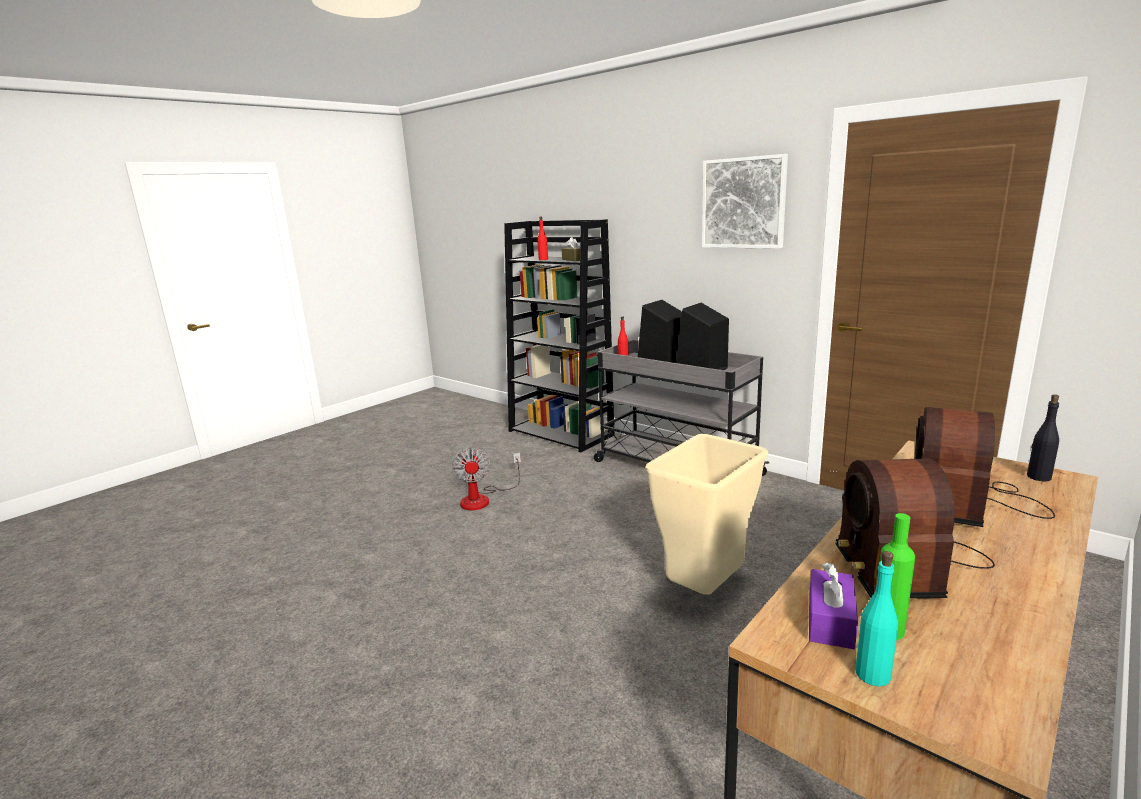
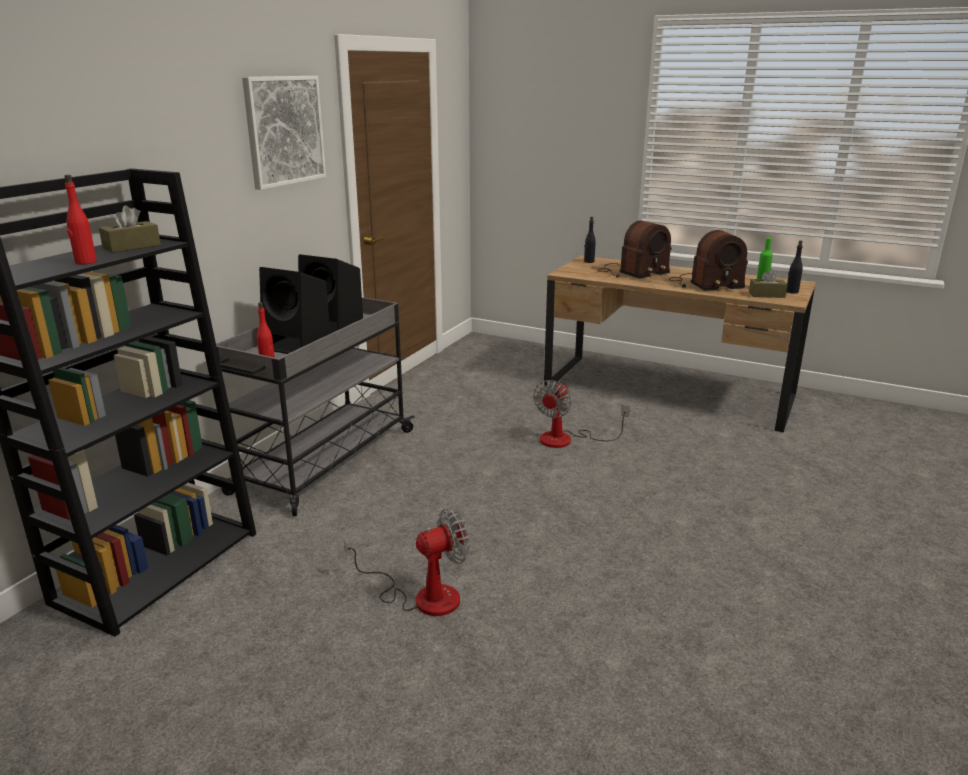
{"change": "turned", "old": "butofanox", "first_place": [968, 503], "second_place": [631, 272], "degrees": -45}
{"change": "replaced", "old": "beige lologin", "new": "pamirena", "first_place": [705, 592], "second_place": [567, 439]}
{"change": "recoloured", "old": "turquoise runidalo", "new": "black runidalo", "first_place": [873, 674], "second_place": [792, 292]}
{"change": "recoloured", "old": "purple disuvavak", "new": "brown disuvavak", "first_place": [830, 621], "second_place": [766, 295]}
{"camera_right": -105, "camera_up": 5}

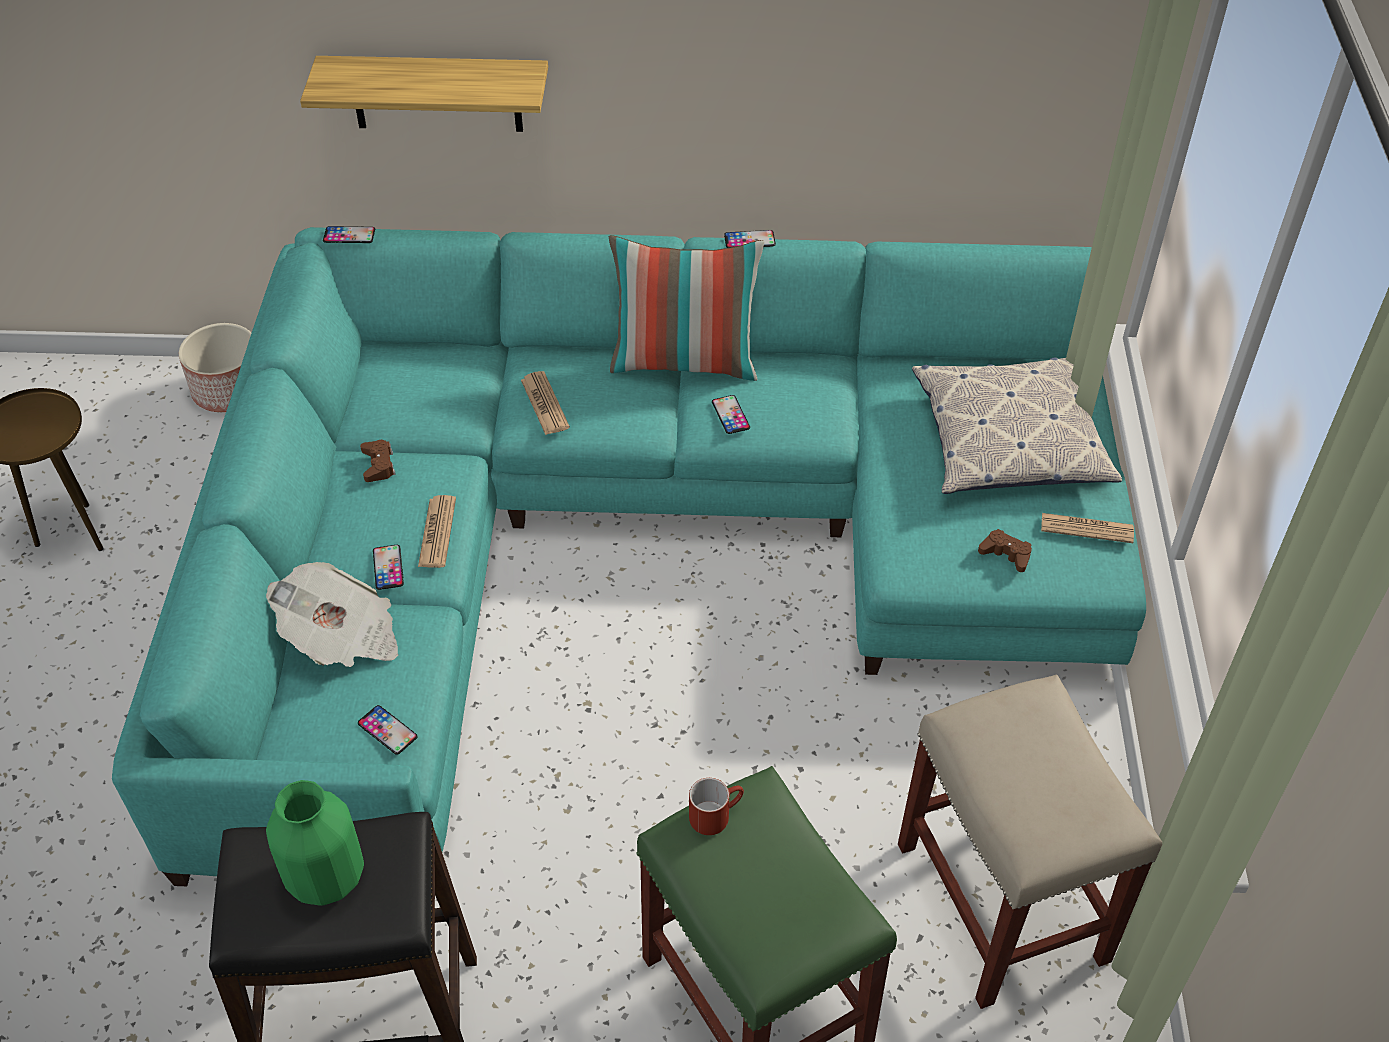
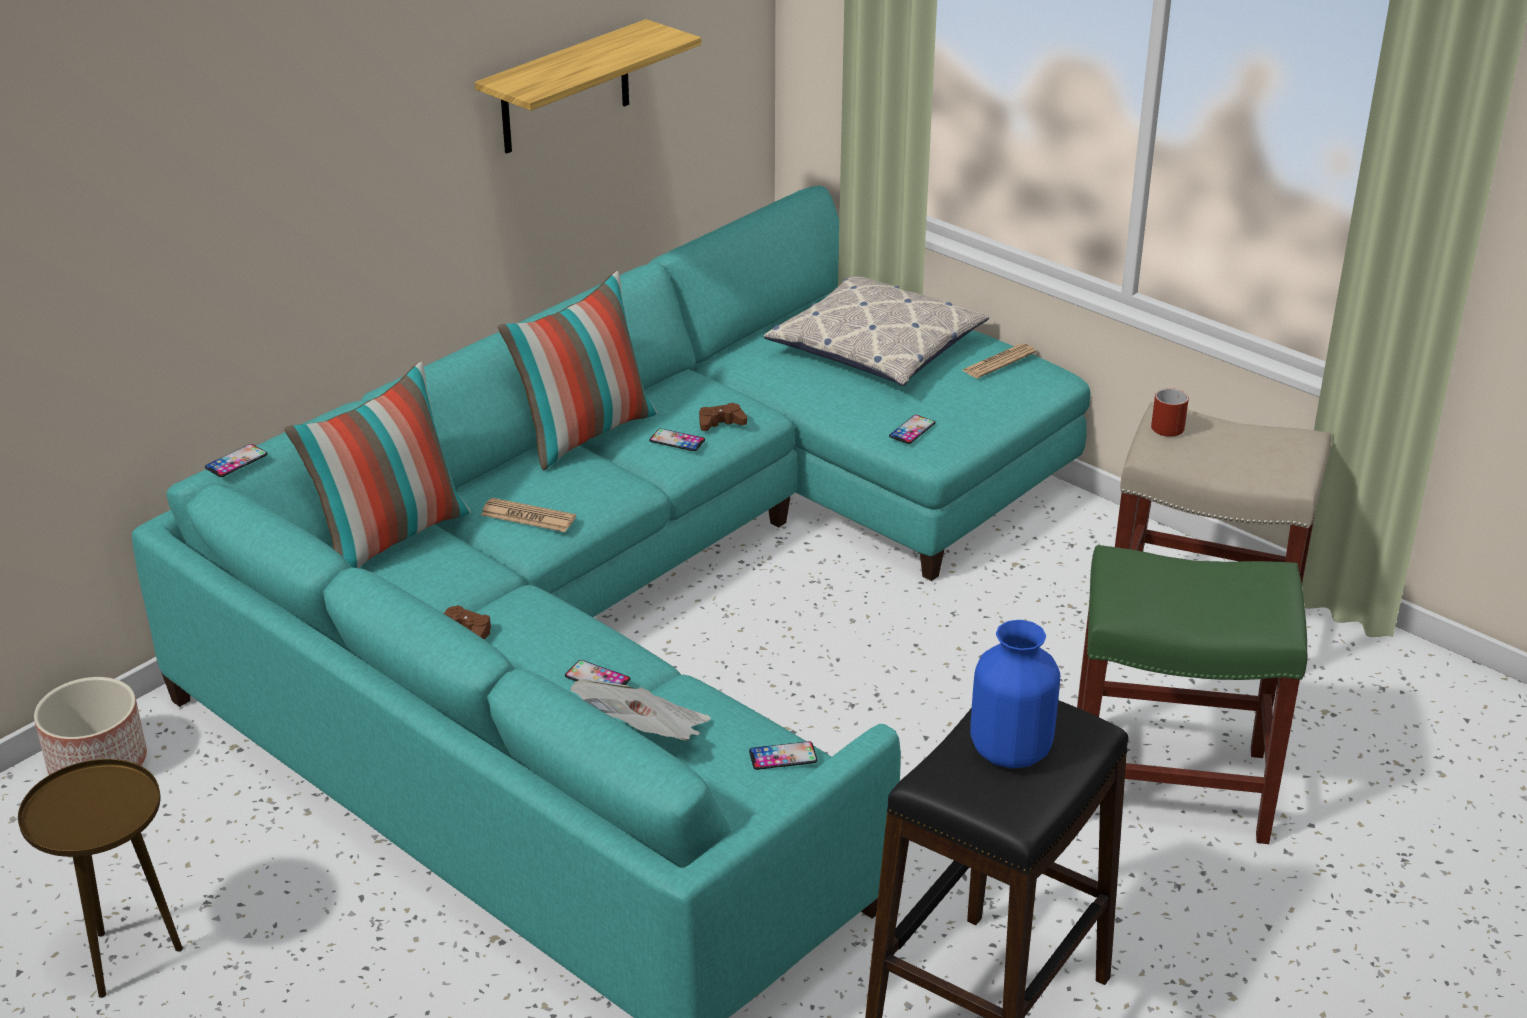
{"change": "moved", "old": "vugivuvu", "first_place": [436, 93], "second_place": [565, 88]}
{"change": "moved", "old": "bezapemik", "first_place": [749, 240], "second_place": [912, 430]}
{"change": "removed", "old": "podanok", "first_place": [437, 532]}
{"change": "moved", "old": "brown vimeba", "first_place": [1006, 554], "second_place": [721, 423]}
{"change": "moved", "old": "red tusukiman", "first_place": [715, 814], "second_place": [1167, 424]}
{"change": "recoloured", "old": "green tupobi", "new": "blue tupobi", "first_place": [327, 877], "second_place": [1011, 750]}
{"change": "added", "new": "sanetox", "second_place": [390, 537]}
{"camera_right": -50, "camera_up": -15}

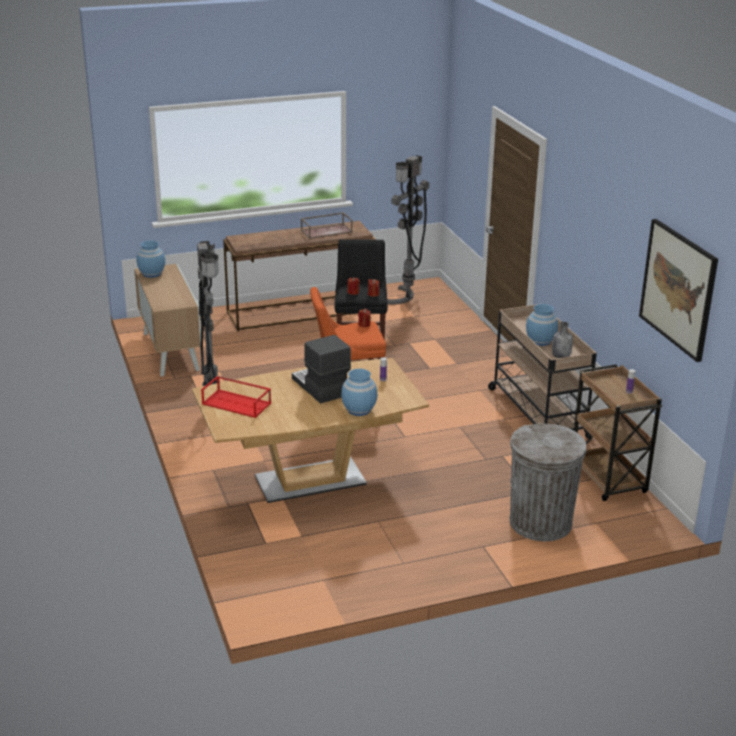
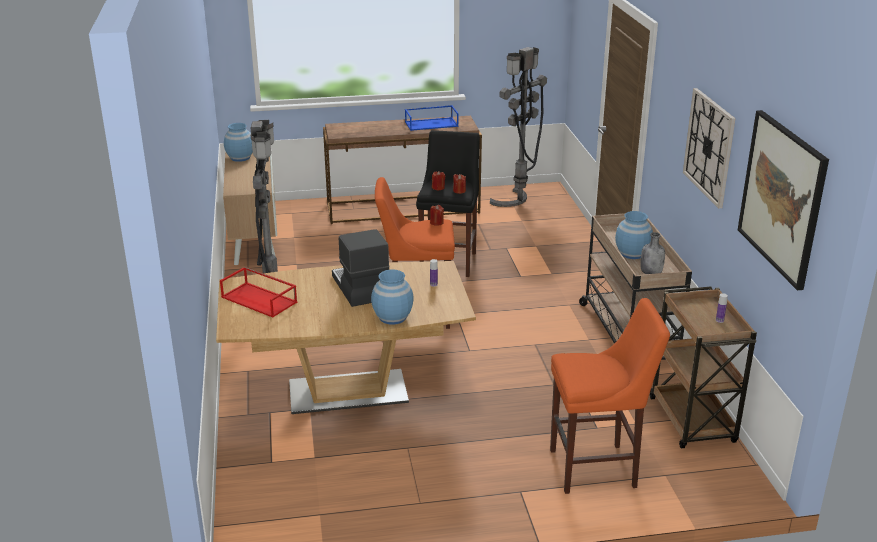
{"change": "recoloured", "old": "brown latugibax", "new": "blue latugibax", "first_place": [327, 231], "second_place": [432, 124]}
{"change": "replaced", "old": "grey lologin", "new": "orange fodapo", "first_place": [540, 523], "second_place": [597, 468]}
{"change": "added", "new": "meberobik", "second_place": [709, 147]}
{"camera_right": 10, "camera_up": 0}

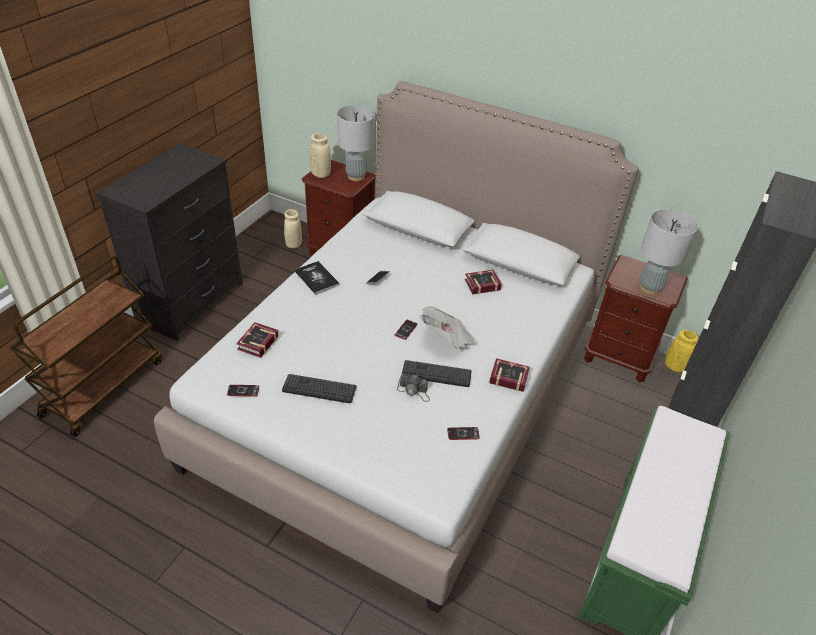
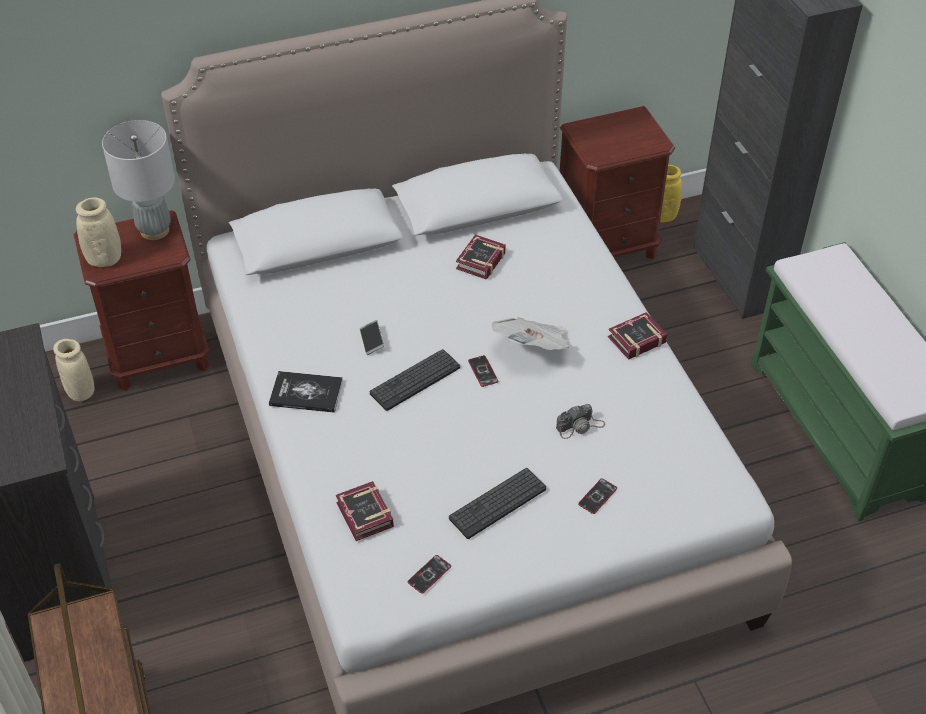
{"change": "removed", "old": "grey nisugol", "first_place": [649, 288]}
{"change": "moved", "old": "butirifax", "first_place": [436, 374], "second_place": [415, 380]}
{"change": "moved", "old": "bezapemik", "first_place": [463, 434], "second_place": [597, 496]}
{"camera_right": -45, "camera_up": 5}

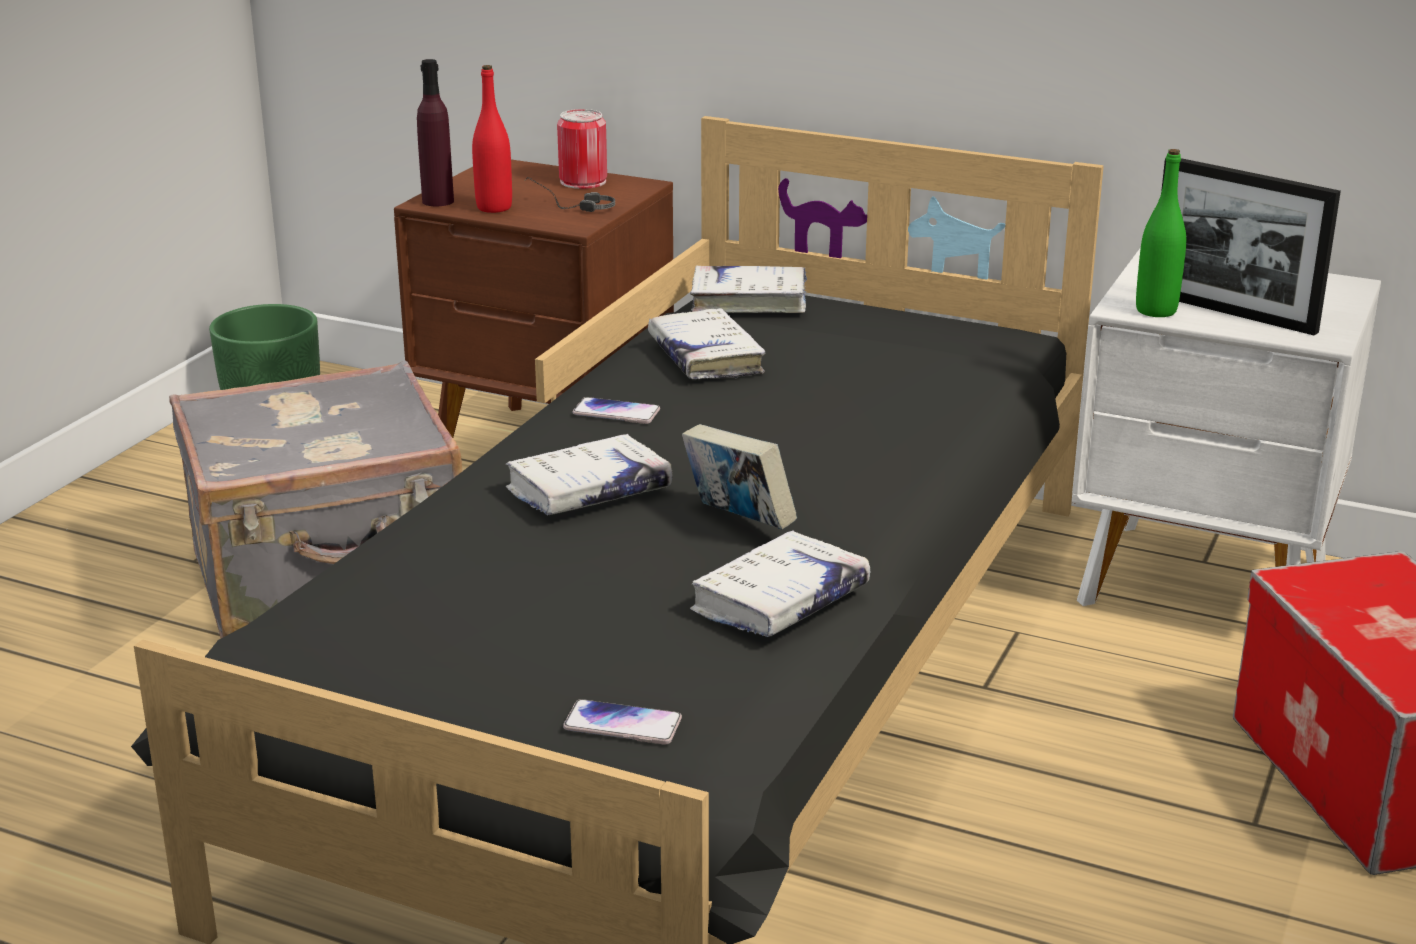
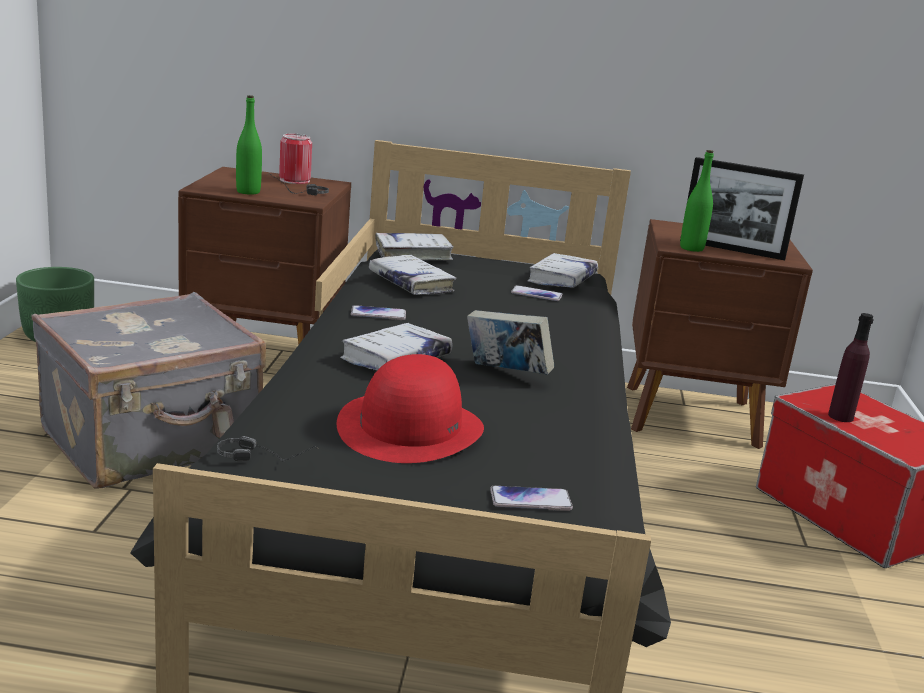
{"change": "moved", "old": "purple runidalo", "first_place": [438, 201], "second_place": [840, 416]}
{"change": "recoloured", "old": "red runidalo", "new": "green runidalo", "first_place": [494, 207], "second_place": [248, 192]}
{"change": "recoloured", "old": "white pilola", "new": "brown pilola", "first_place": [1205, 586], "second_place": [693, 417]}
{"change": "moved", "old": "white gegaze", "first_place": [780, 601], "second_place": [562, 279]}
{"change": "added", "new": "bezapemik", "second_place": [536, 294]}
{"change": "added", "new": "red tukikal", "second_place": [410, 427]}
{"change": "added", "new": "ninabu", "second_place": [268, 458]}
{"camera_right": -20, "camera_up": -5}

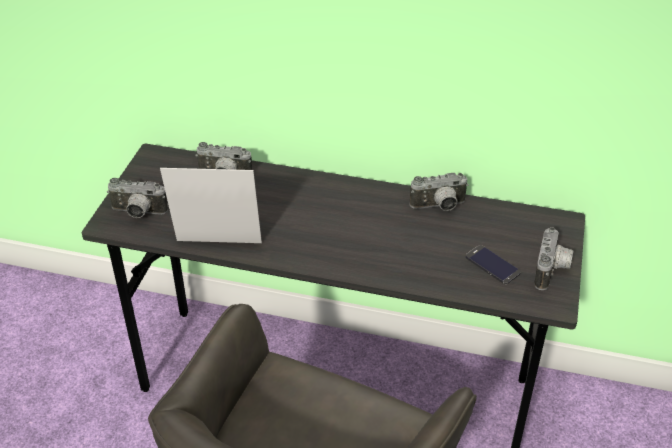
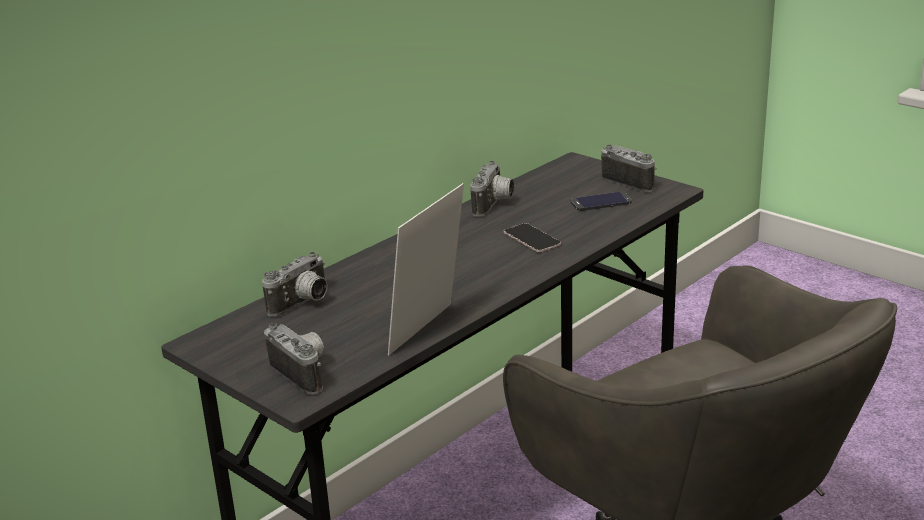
{"change": "turned", "old": "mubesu", "first_place": [138, 213], "second_place": [304, 373], "degrees": -75}
{"change": "added", "new": "bezapemik", "second_place": [532, 238]}
{"camera_right": -60, "camera_up": -15}

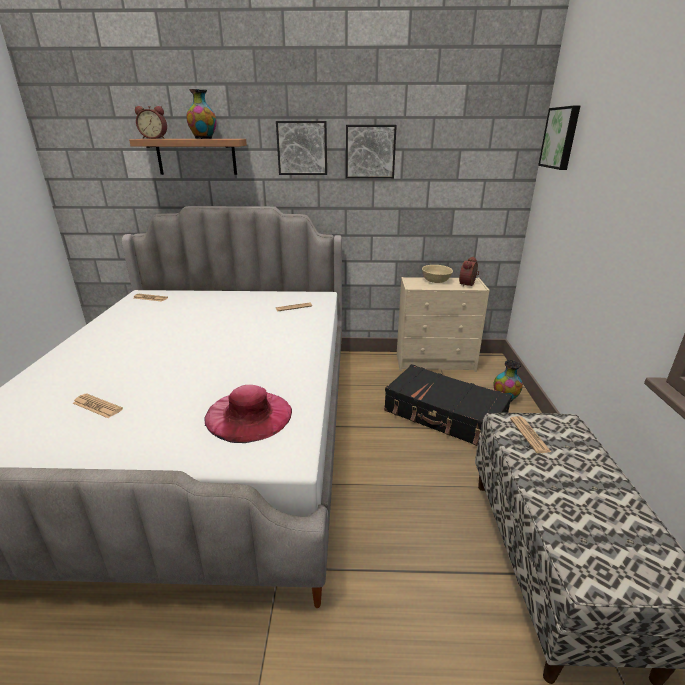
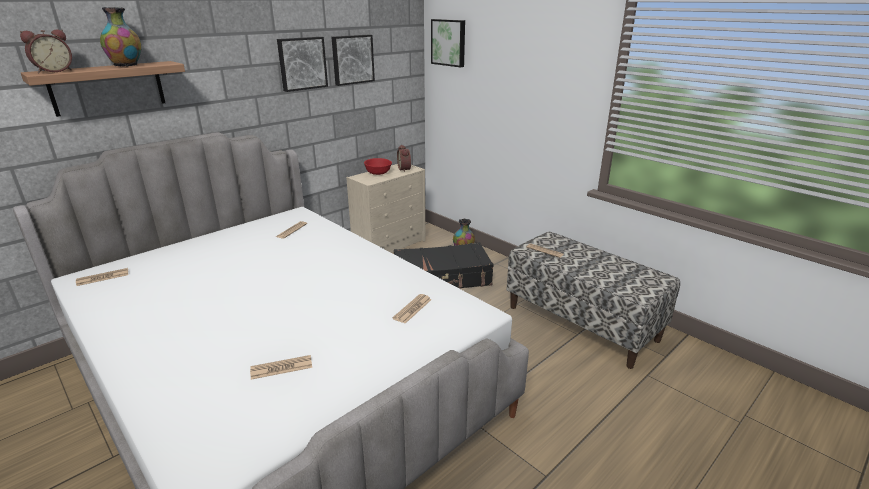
{"change": "moved", "old": "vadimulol", "first_place": [302, 148], "second_place": [352, 59]}
{"change": "recoloured", "old": "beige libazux", "new": "red libazux", "first_place": [436, 281], "second_place": [378, 173]}
{"change": "replaced", "old": "pink tukikal", "new": "podanok", "first_place": [249, 415], "second_place": [412, 309]}
{"camera_right": -45, "camera_up": 0}

